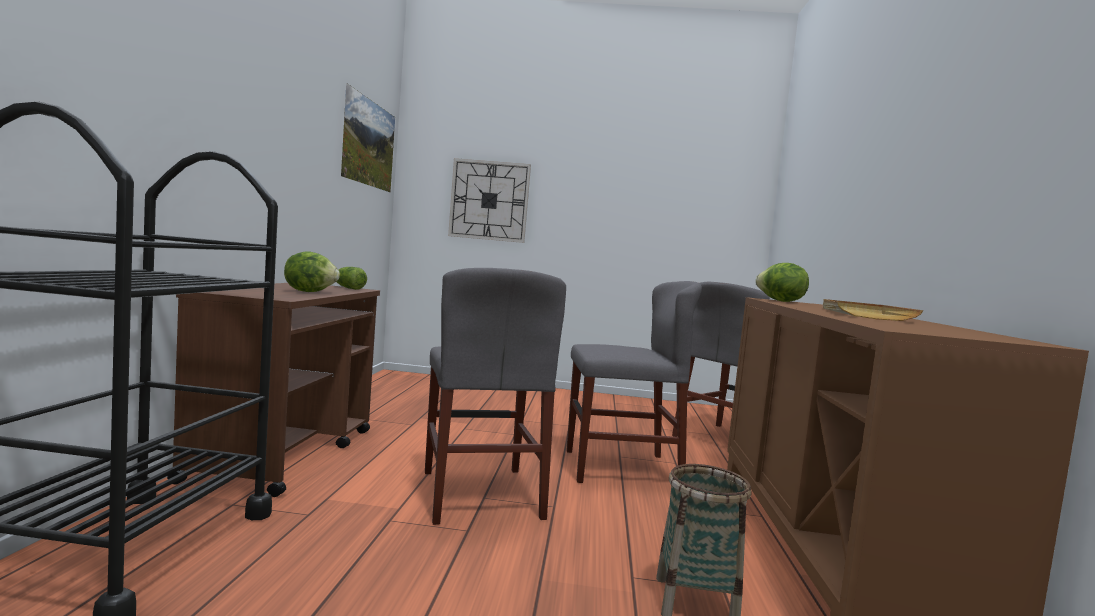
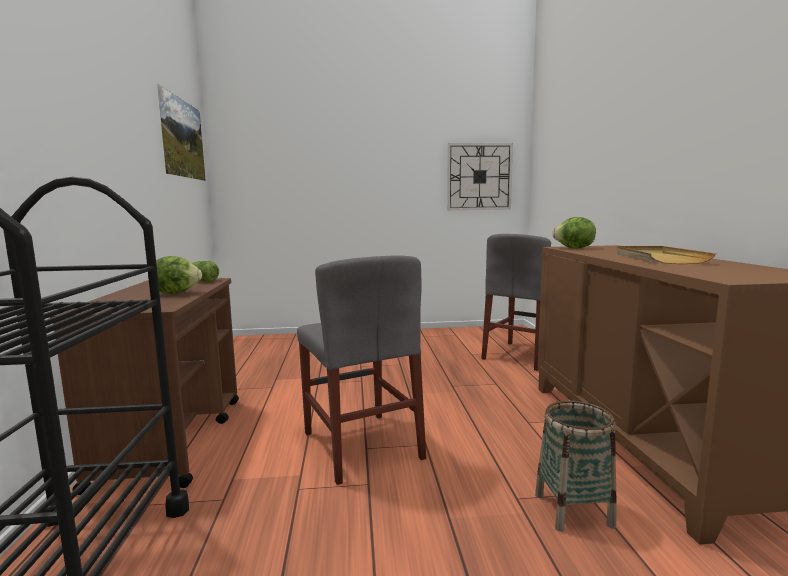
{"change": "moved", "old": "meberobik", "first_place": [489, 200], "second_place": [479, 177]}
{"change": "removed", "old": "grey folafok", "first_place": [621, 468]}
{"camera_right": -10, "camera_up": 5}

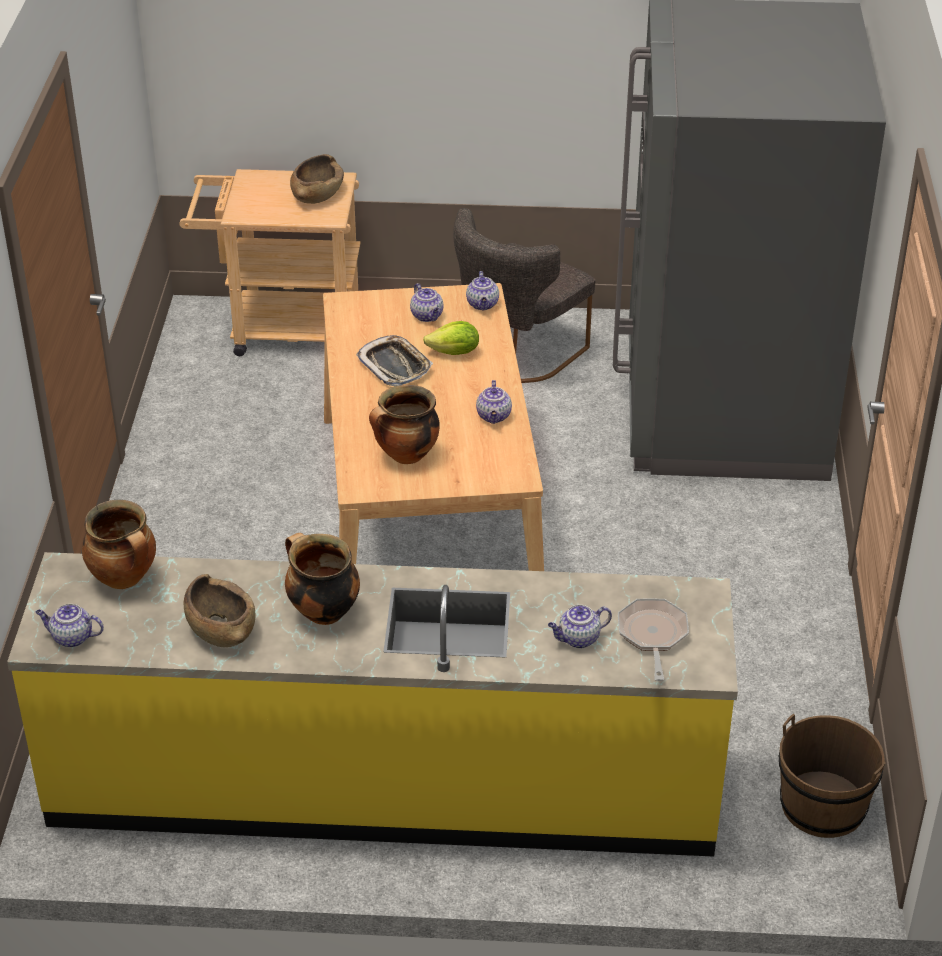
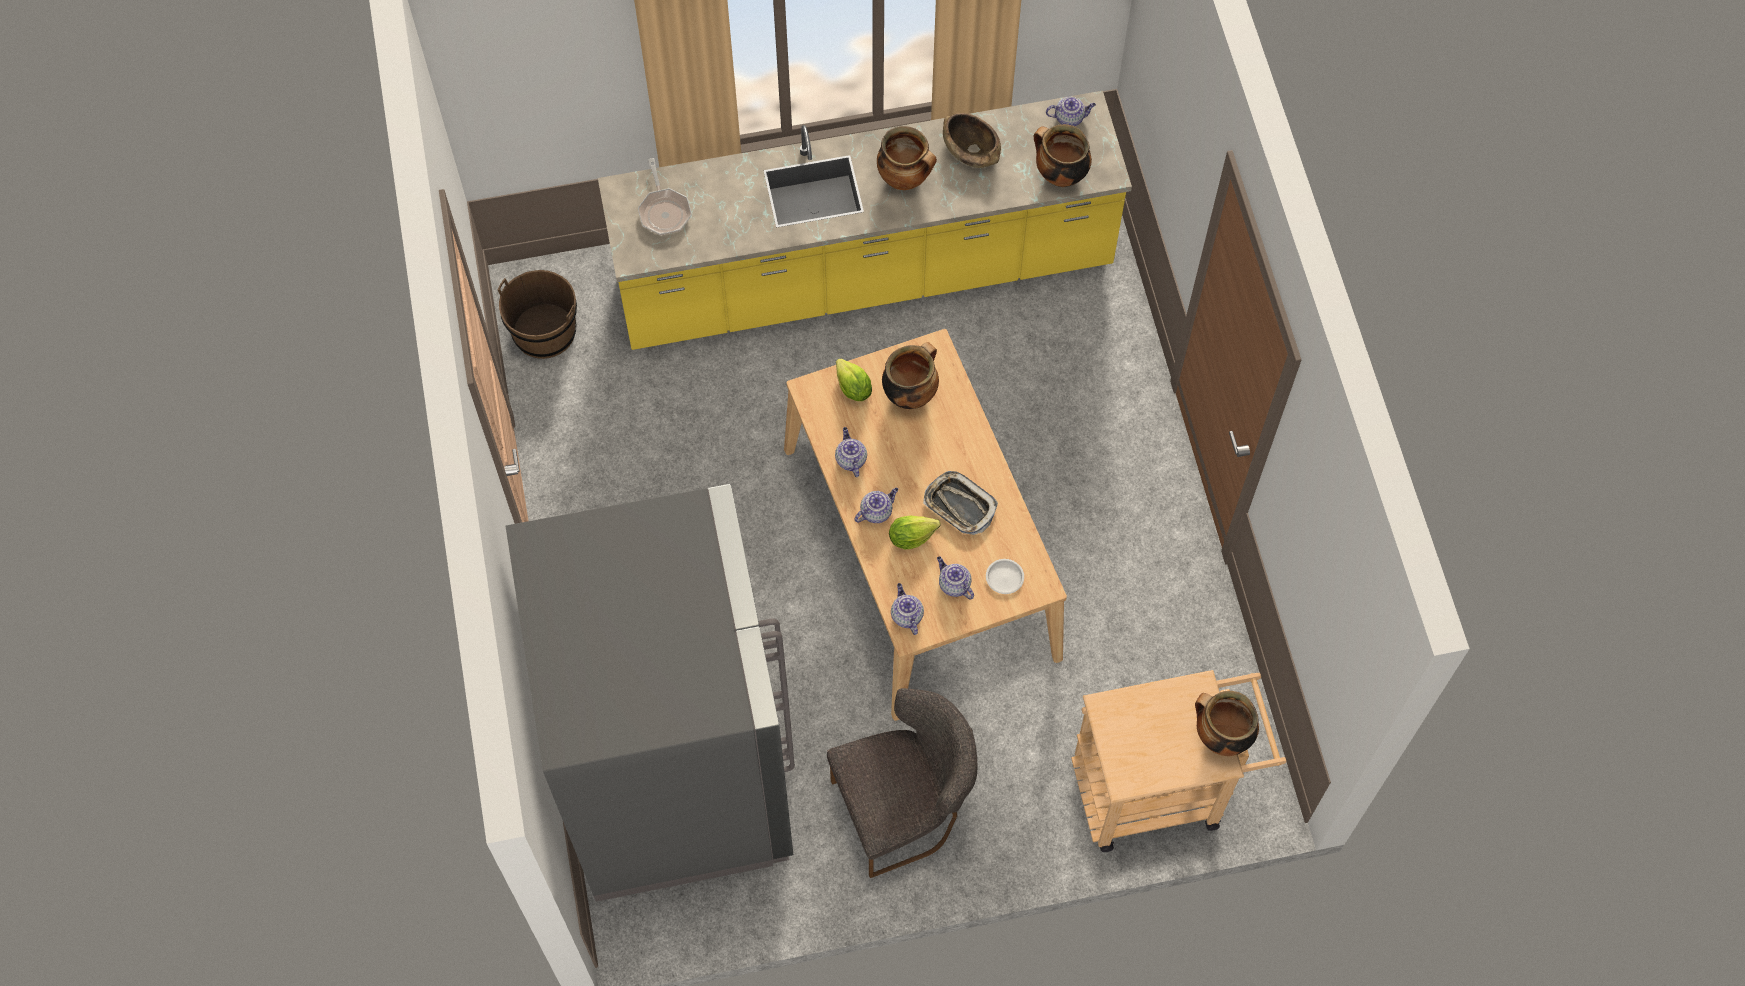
{"change": "removed", "old": "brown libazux", "first_place": [317, 193]}
{"change": "turned", "old": "grey folafok", "first_place": [517, 354], "second_place": [904, 808], "degrees": 45}
{"change": "moved", "old": "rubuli", "first_place": [578, 639], "second_place": [876, 511]}
{"change": "added", "new": "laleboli", "second_place": [853, 388]}
{"change": "added", "new": "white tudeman", "second_place": [1004, 577]}
{"change": "added", "new": "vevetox", "second_place": [1221, 736]}
{"camera_right": 165, "camera_up": 25}

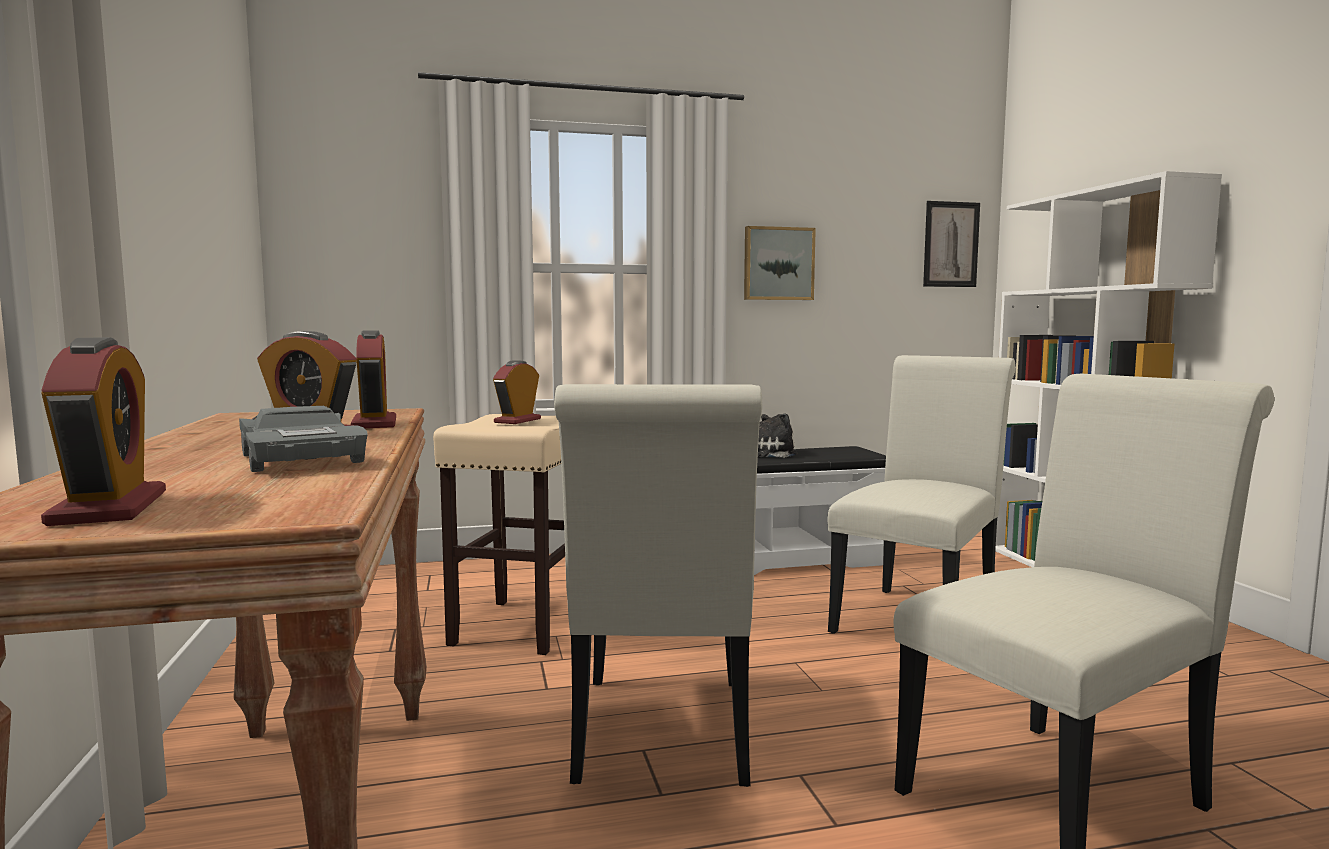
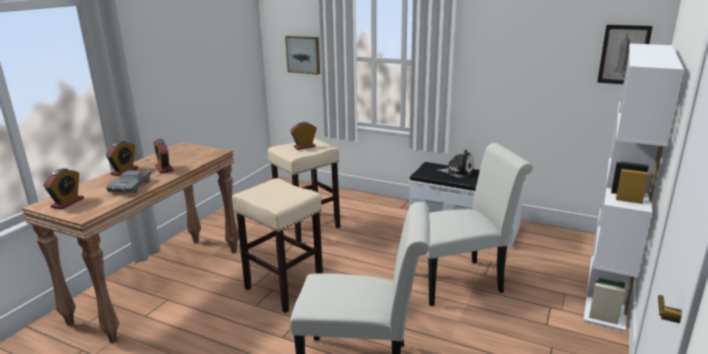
{"change": "moved", "old": "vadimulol", "first_place": [778, 264], "second_place": [303, 54]}
{"change": "moved", "old": "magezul", "first_place": [374, 423], "second_place": [124, 171]}
{"change": "replaced", "old": "white folafok", "new": "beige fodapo", "first_place": [662, 738], "second_place": [283, 288]}
{"camera_right": 40, "camera_up": 15}

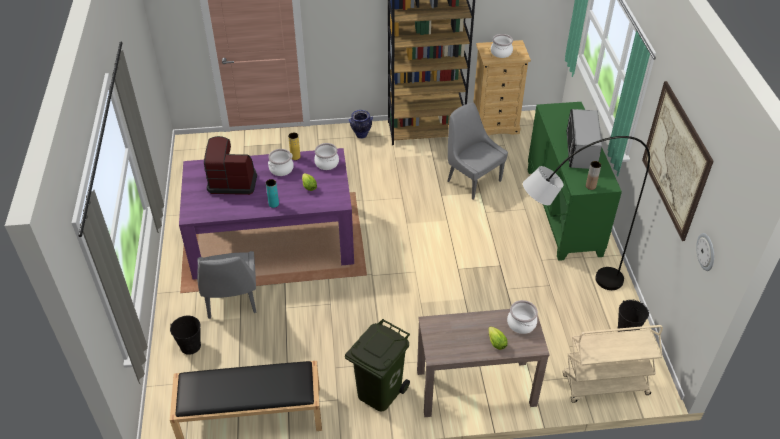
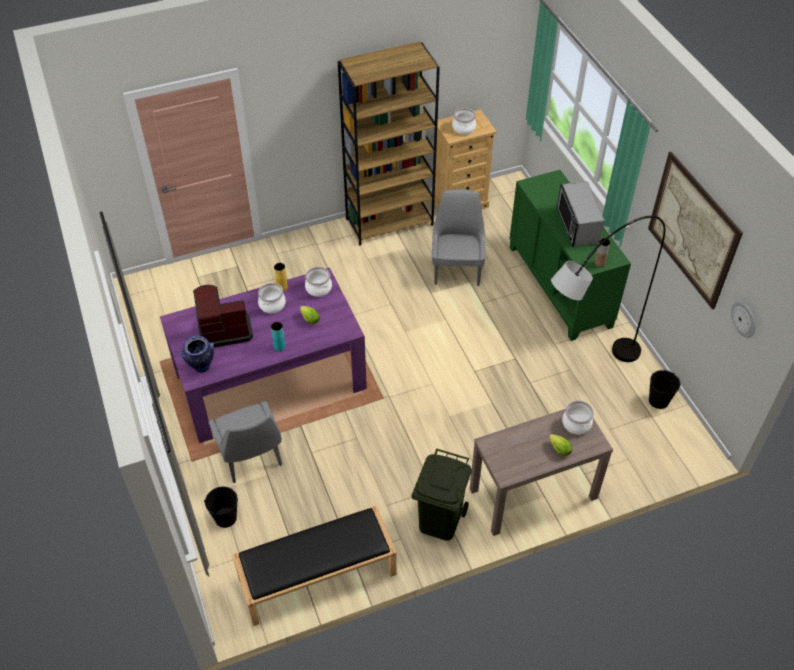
{"change": "turned", "old": "grey folafok", "first_place": [472, 180], "second_place": [457, 269], "degrees": 60}
{"change": "moved", "old": "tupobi", "first_place": [361, 135], "second_place": [201, 367]}
{"change": "removed", "old": "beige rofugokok", "first_place": [604, 385]}
{"camera_right": -15, "camera_up": 5}

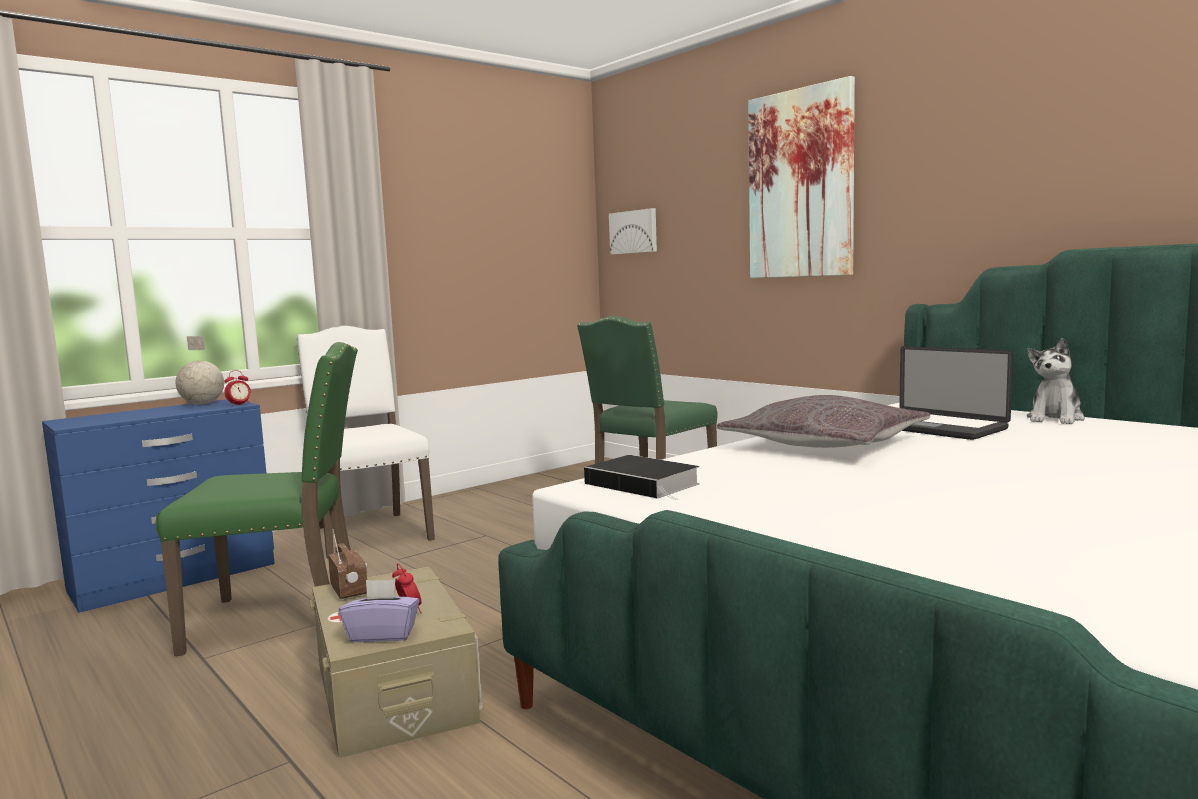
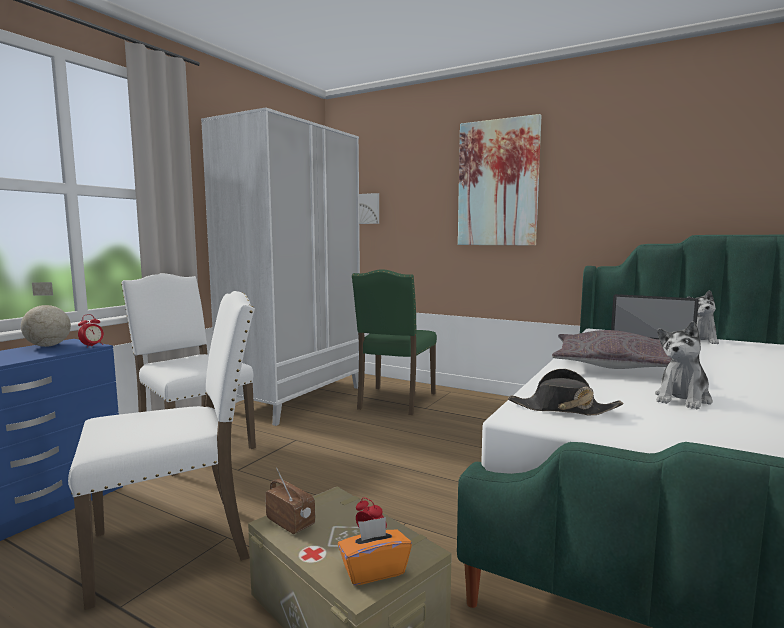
{"change": "recoloured", "old": "green folafok", "new": "white folafok", "first_place": [282, 619], "second_place": [174, 546]}
{"change": "replaced", "old": "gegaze", "new": "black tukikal", "first_place": [645, 484], "second_place": [562, 409]}
{"change": "recoloured", "old": "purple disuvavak", "new": "orange disuvavak", "first_place": [382, 634], "second_place": [374, 570]}
{"change": "added", "new": "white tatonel", "second_place": [294, 398]}
{"change": "added", "new": "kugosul", "second_place": [683, 399]}
{"camera_right": -20, "camera_up": 0}

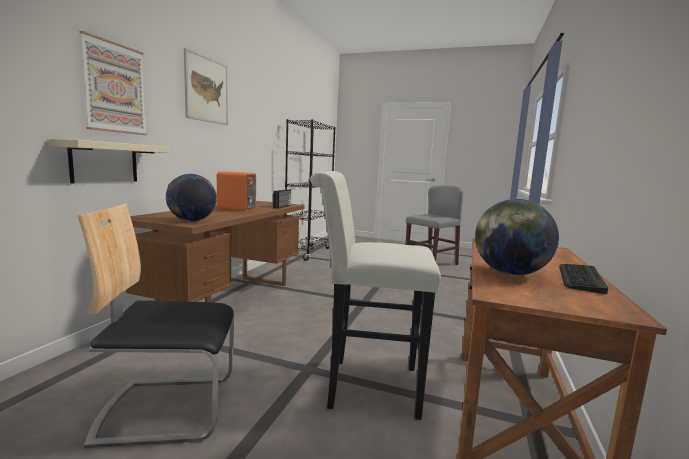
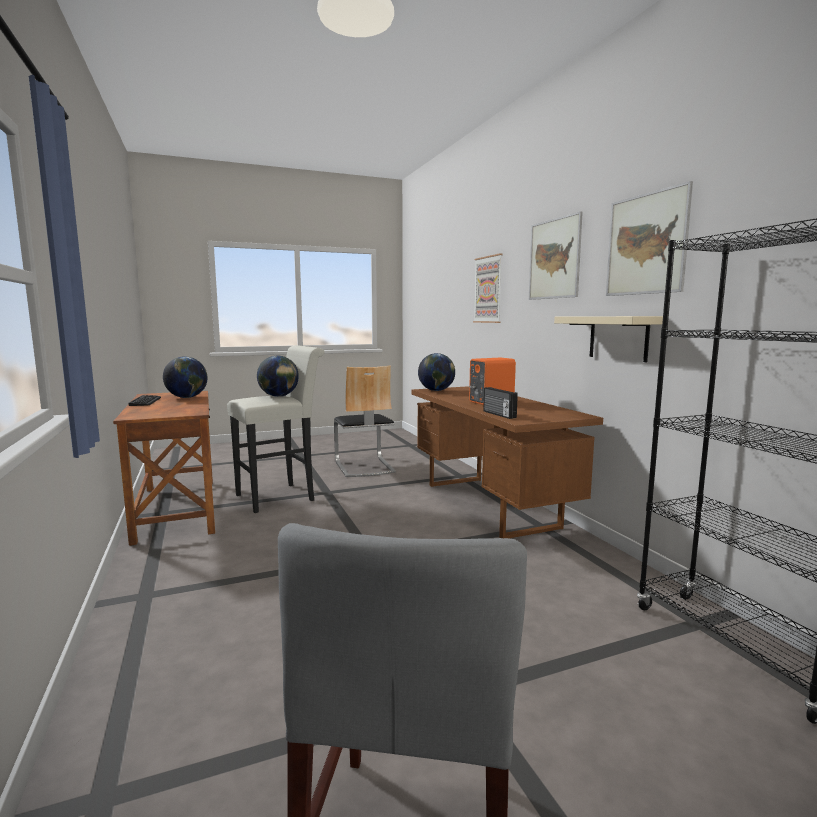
{"change": "moved", "old": "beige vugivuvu", "first_place": [104, 162], "second_place": [618, 338]}
{"change": "turned", "old": "folafok", "first_place": [168, 408], "second_place": [364, 466], "degrees": 120}
{"change": "added", "new": "vadimulol", "second_place": [646, 244]}
{"change": "added", "new": "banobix", "second_place": [278, 396]}
{"camera_right": 140, "camera_up": 0}

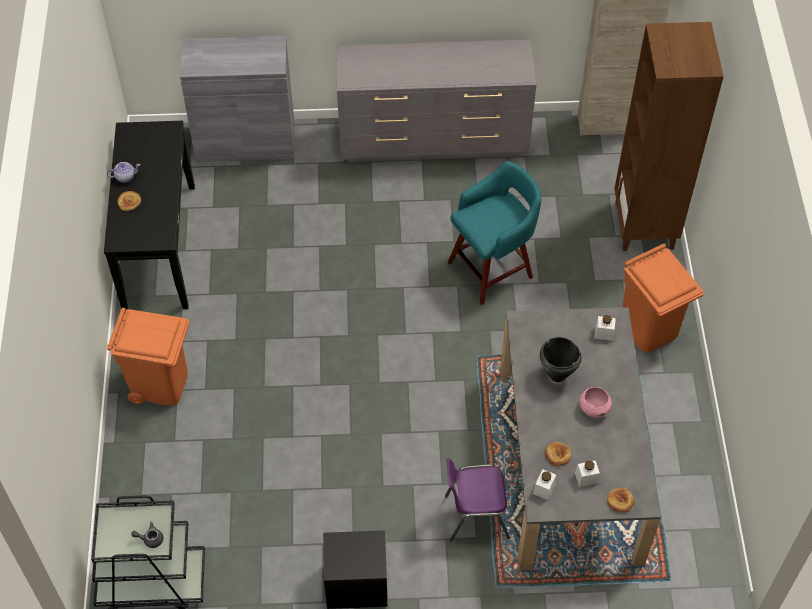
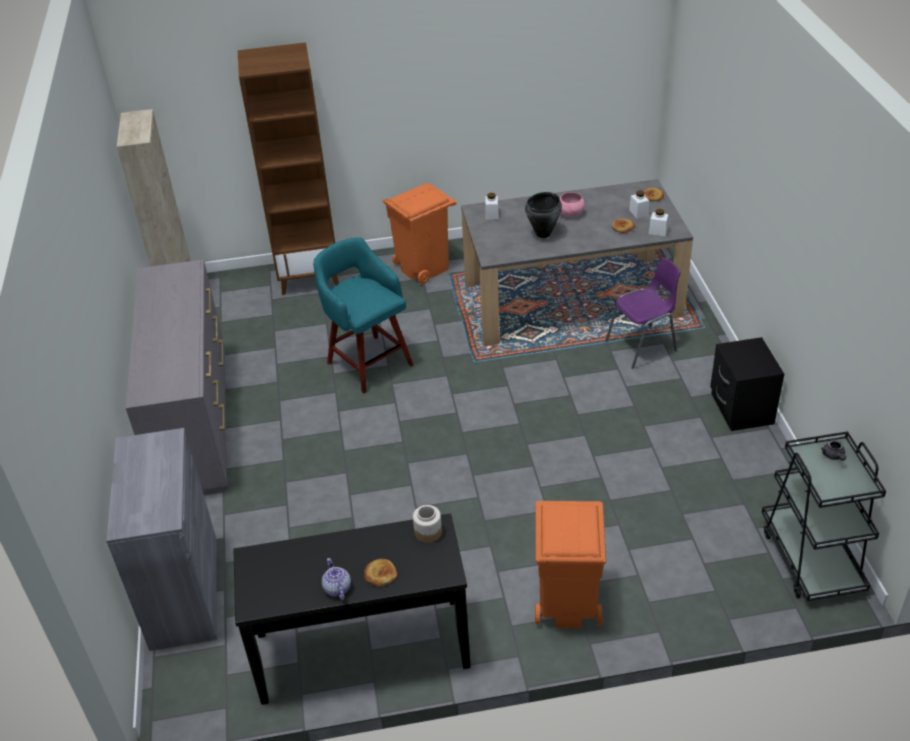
{"change": "turned", "old": "purple folafok", "first_place": [474, 516], "second_place": [643, 346], "degrees": -105}
{"change": "added", "new": "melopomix", "second_place": [428, 532]}
{"camera_right": -95, "camera_up": -15}

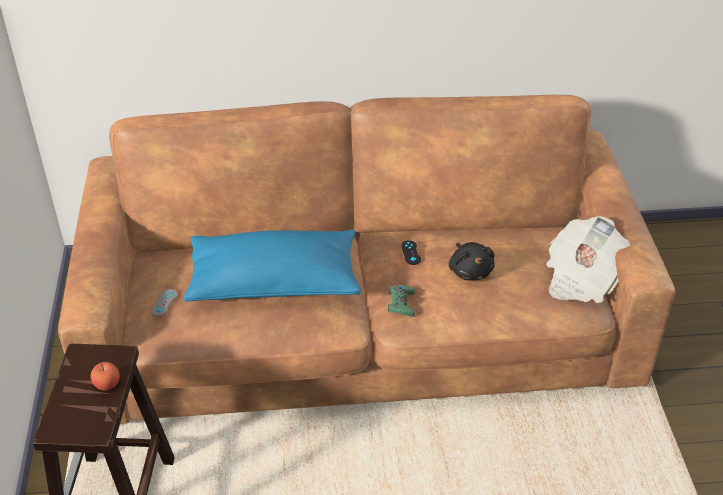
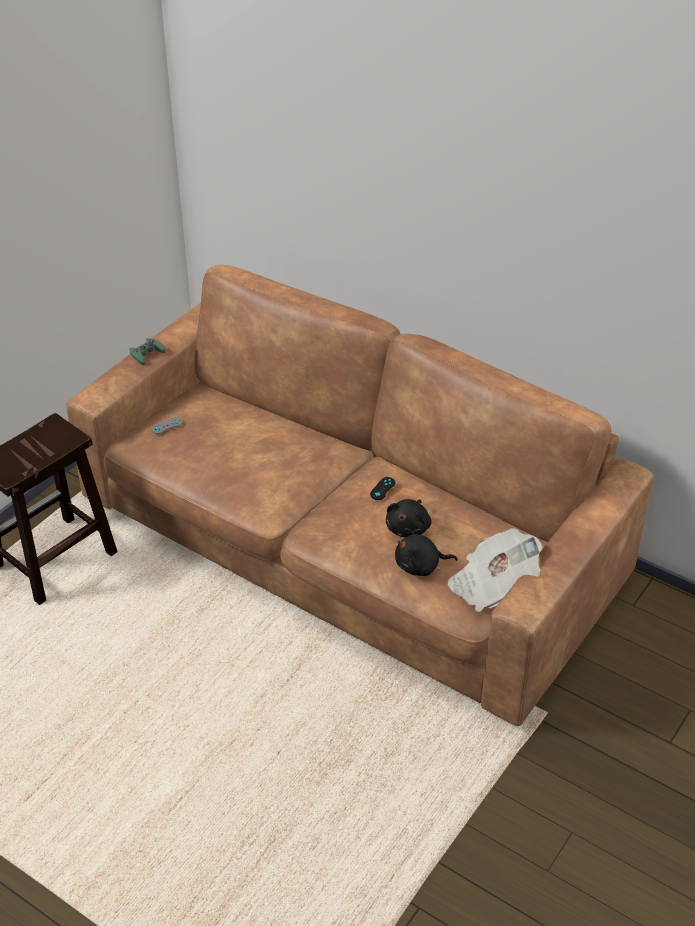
{"change": "removed", "old": "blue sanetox", "first_place": [274, 283]}
{"change": "moved", "old": "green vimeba", "first_place": [401, 303], "second_place": [147, 354]}
{"change": "removed", "old": "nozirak", "first_place": [107, 384]}
{"change": "added", "new": "black kugosul", "second_place": [420, 566]}
{"camera_right": 40, "camera_up": 0}

